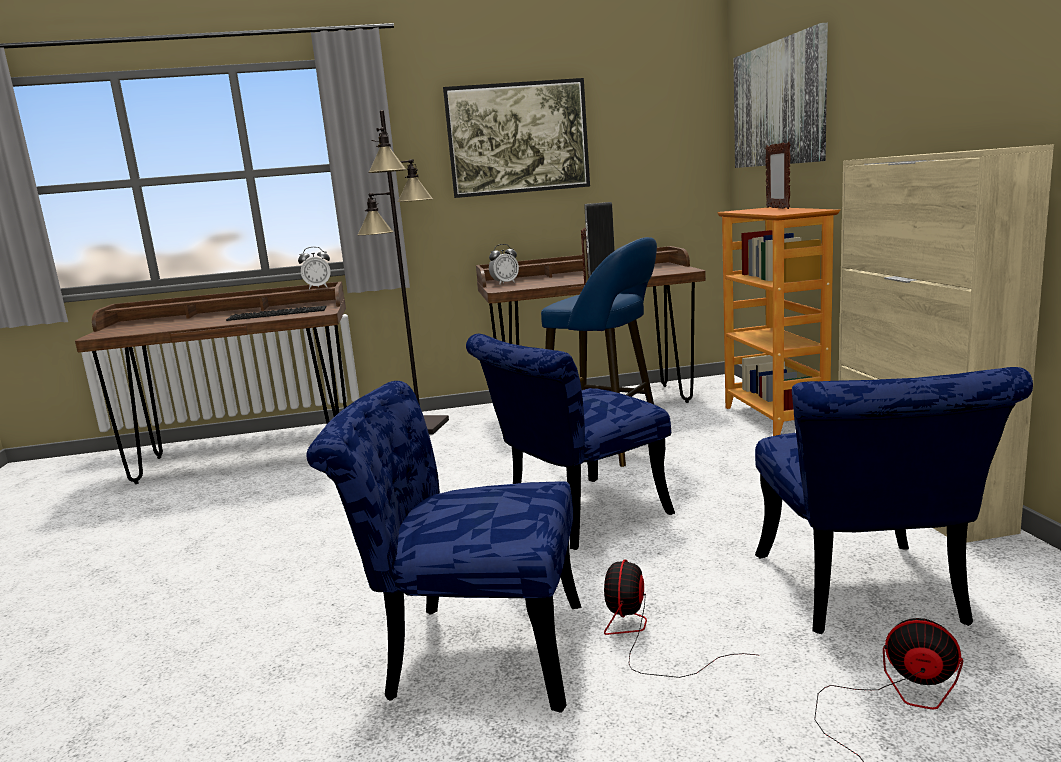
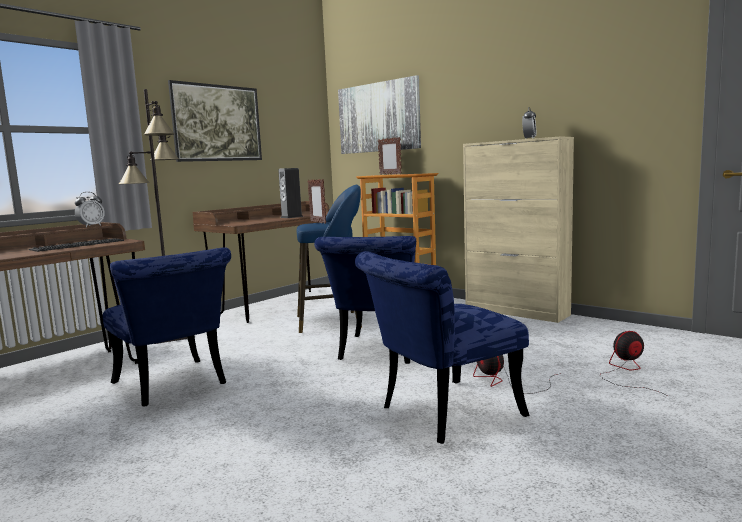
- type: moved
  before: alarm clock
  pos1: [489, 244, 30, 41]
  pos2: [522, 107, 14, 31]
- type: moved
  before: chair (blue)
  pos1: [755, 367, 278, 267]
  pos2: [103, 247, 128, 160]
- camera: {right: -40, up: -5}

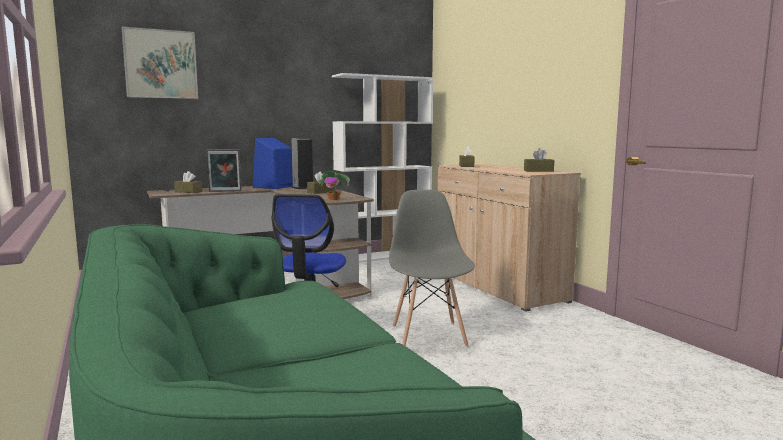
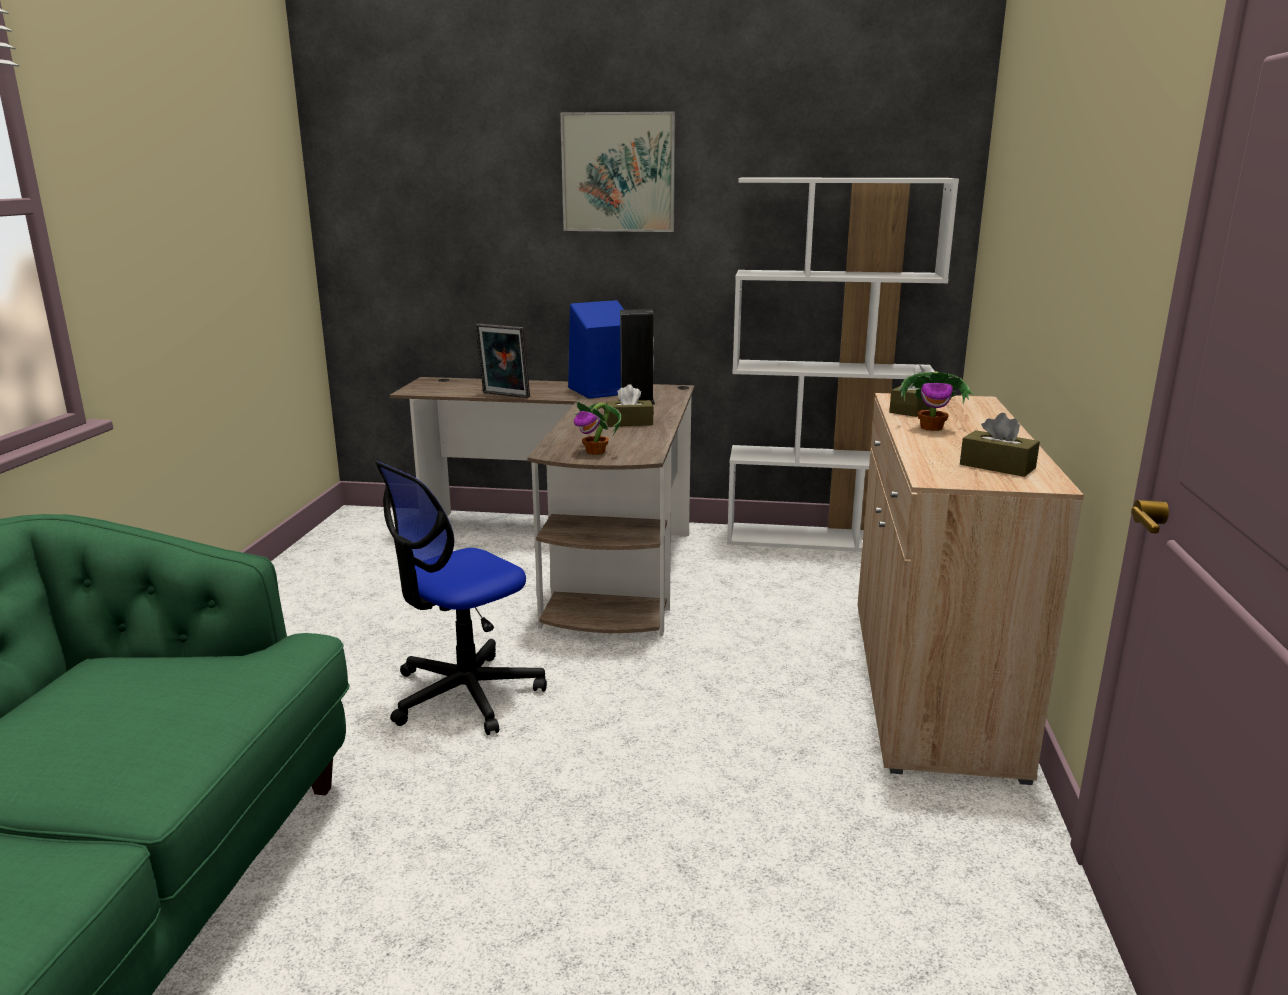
- type: moved
  before: picture
  pos1: [122, 27, 76, 72]
  pos2: [560, 112, 115, 120]
- type: removed
  before: tissue box (brown)
  pos1: [174, 171, 28, 22]
- type: removed
  before: chair (grey)
  pos1: [389, 190, 86, 157]
- type: added
  after: potted plant
  pos2: [899, 371, 74, 60]
- camera: {right: 35, up: 10}

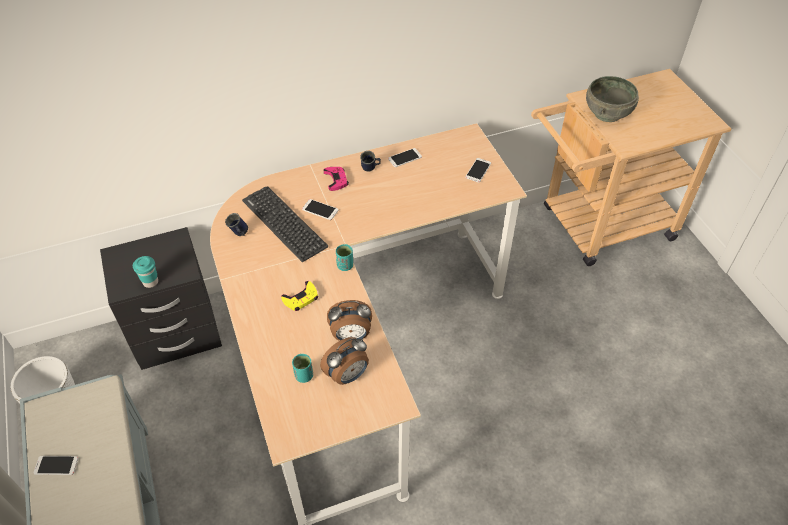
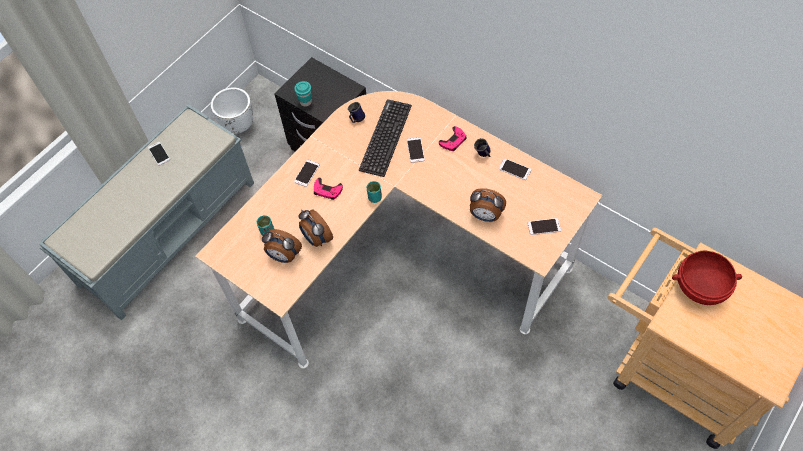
- type: recoloured
  before: bowl (grey)
  after: bowl (red)
  pos1: [586, 76, 53, 46]
  pos2: [672, 251, 70, 54]
- type: recoloured
  before: game controller (yellow)
  after: game controller (pink)
  pos1: [281, 281, 37, 30]
  pos2: [314, 178, 29, 22]
- type: added
  after: phone
  pos2: [294, 160, 26, 27]
- type: added
  after: alarm clock
  pos2: [470, 188, 36, 34]
- camera: {right: 60, up: 10}

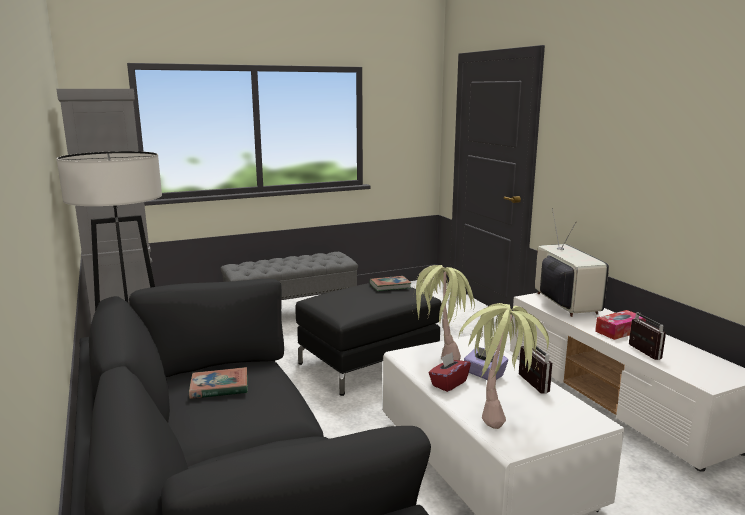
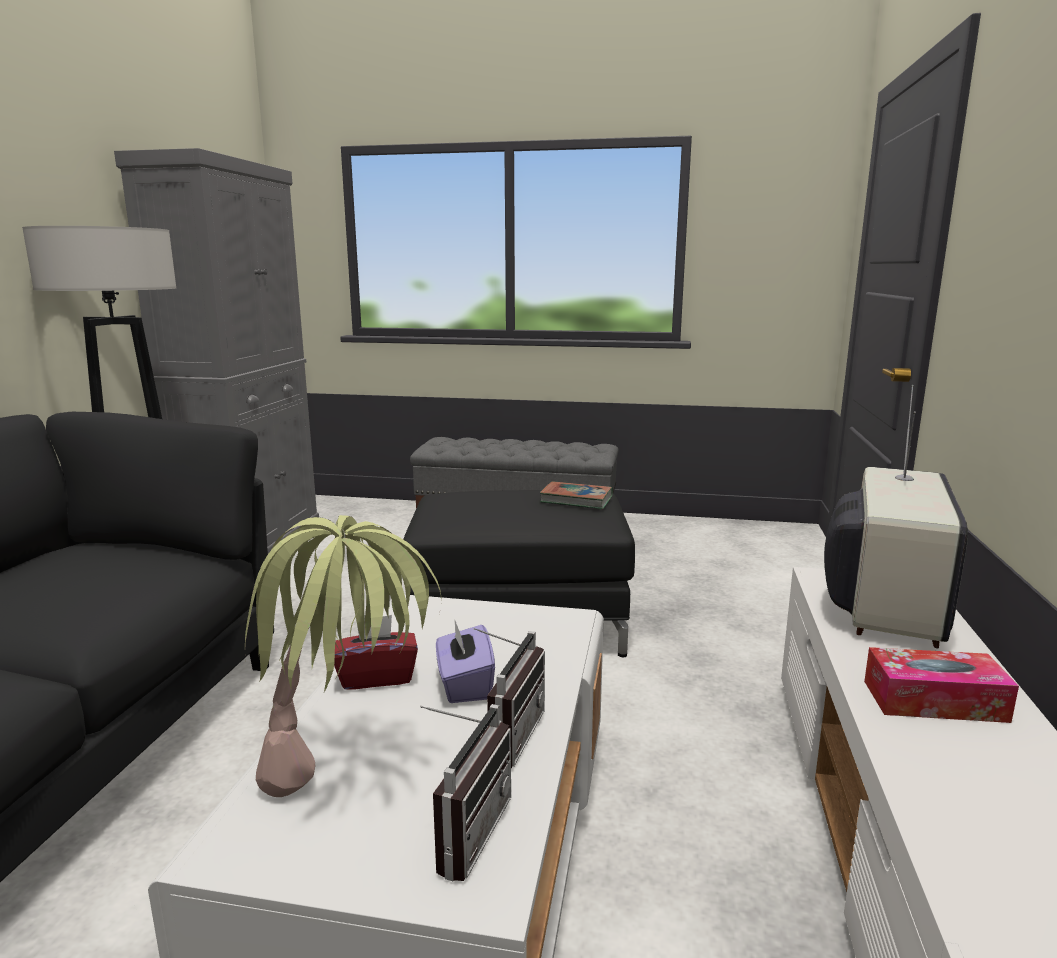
- type: removed
  before: potted plant
  pos1: [412, 265, 63, 95]
- type: moved
  before: radio
  pos1: [629, 312, 37, 48]
  pos2: [420, 704, 91, 177]
- type: removed
  before: book
  pos1: [189, 367, 59, 32]
- camera: {right: 35, up: 0}

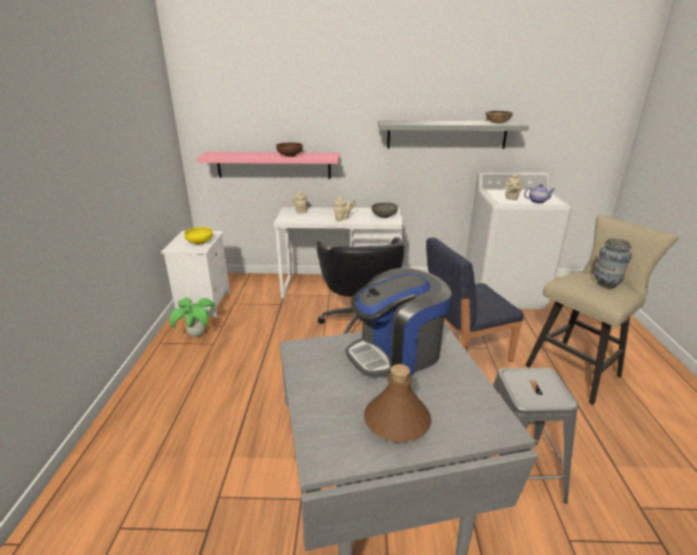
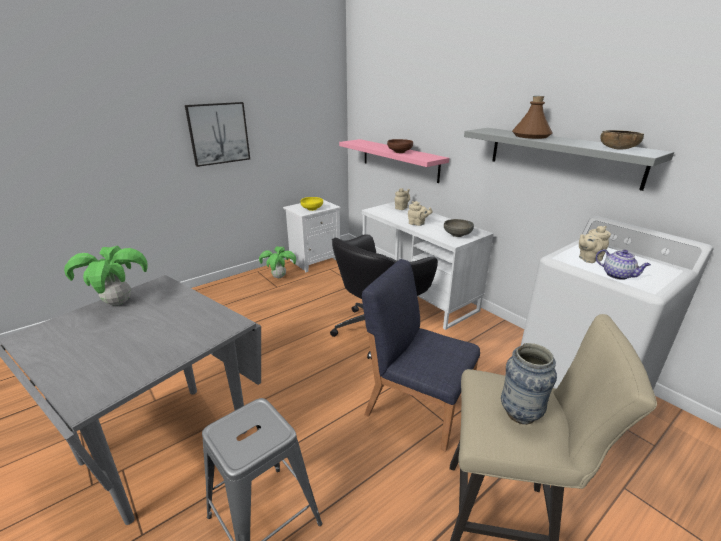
- type: removed
  before: coffee machine
  pos1: [346, 268, 106, 110]
- type: moved
  before: bottle (brown)
  pos1: [364, 364, 67, 78]
  pos2: [512, 96, 40, 43]
- type: added
  after: picture
  pos2: [185, 102, 65, 65]
- type: added
  after: potted plant
  pos2: [64, 246, 84, 59]
- camera: {right: 50, up: 0}

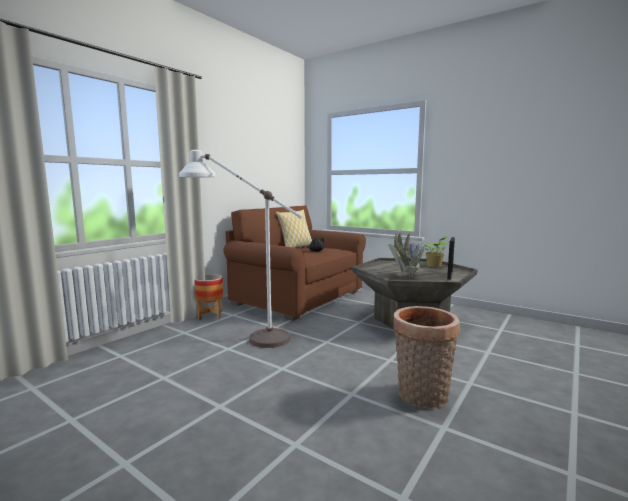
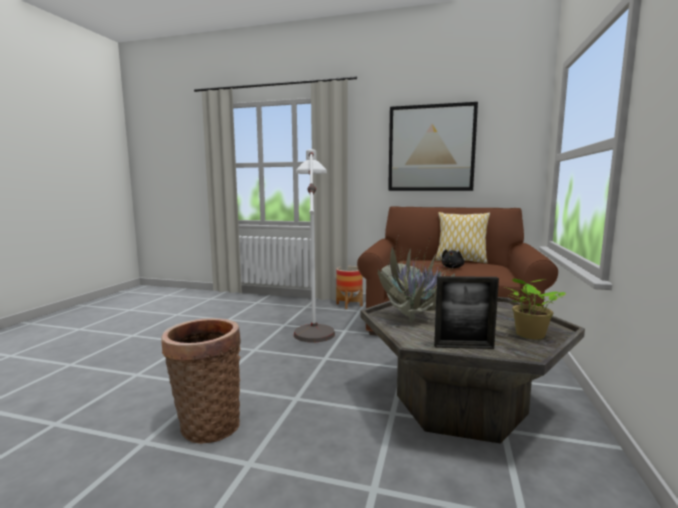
- type: added
  after: picture
  pos2: [388, 102, 90, 89]
- camera: {right: 70, up: 0}

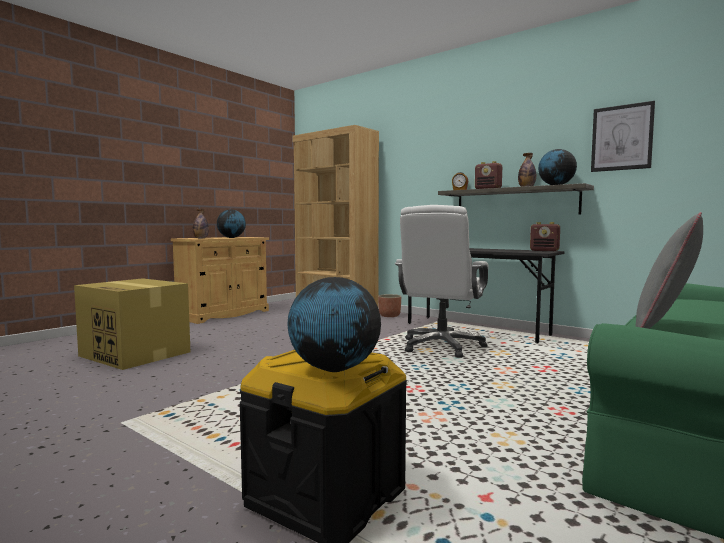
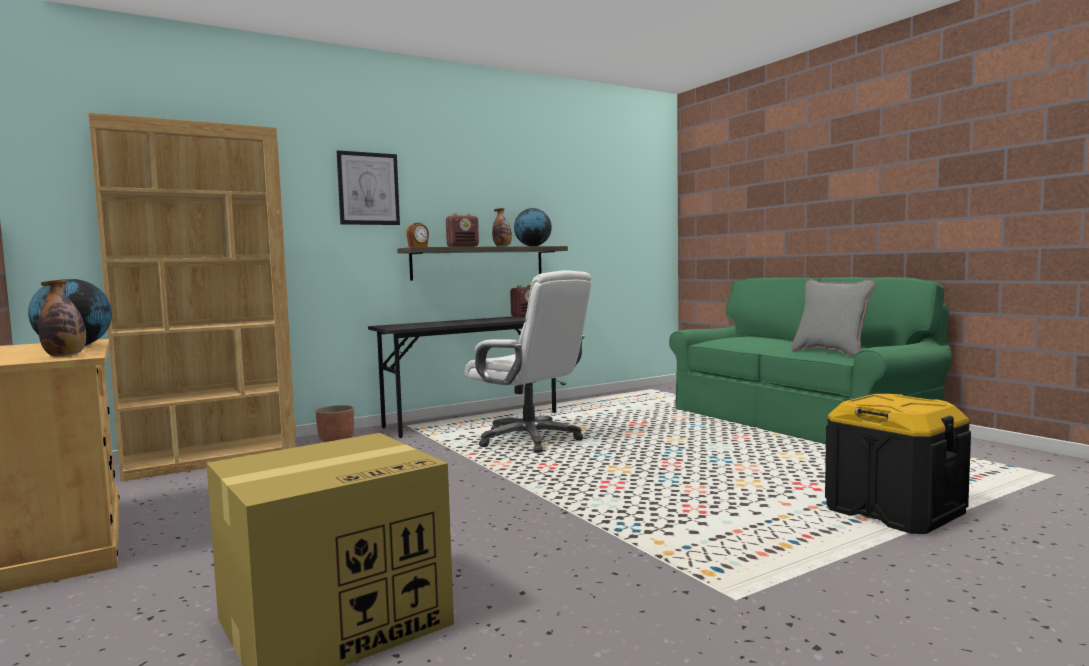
- type: moved
  before: picture
  pos1: [591, 101, 64, 71]
  pos2: [337, 150, 63, 75]
- type: removed
  before: globe
  pos1: [287, 277, 94, 95]
- camera: {right: -70, up: 0}

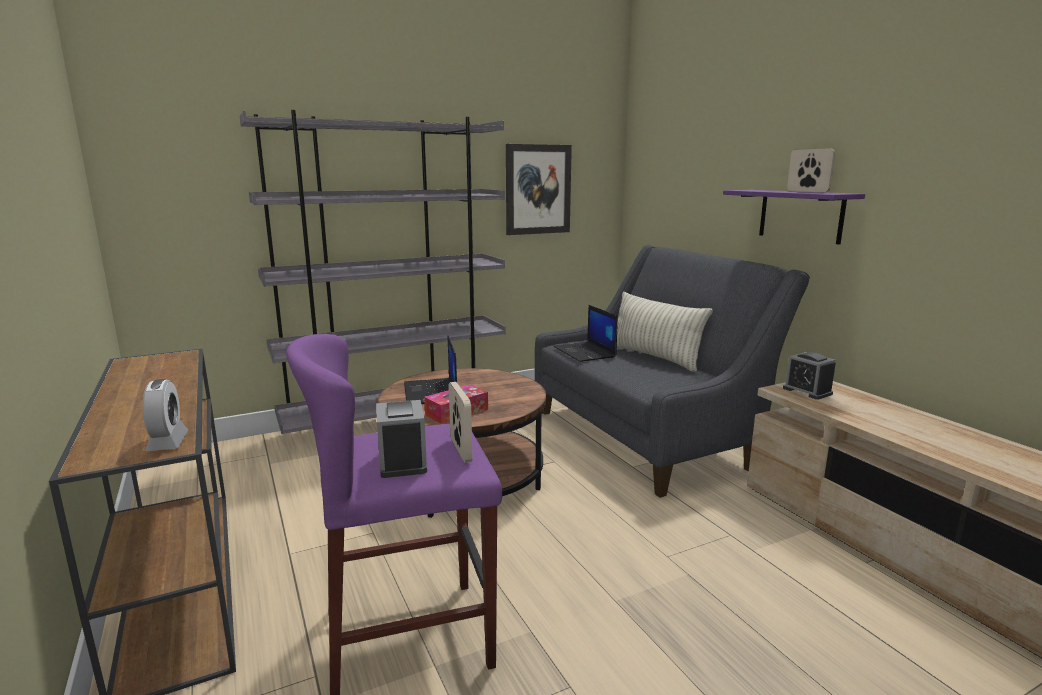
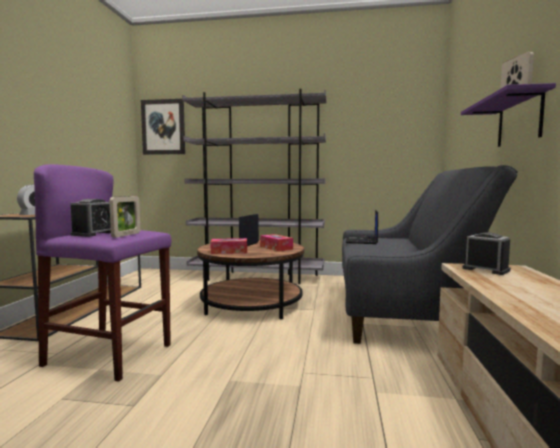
- type: moved
  before: picture
  pos1: [506, 144, 66, 91]
  pos2: [141, 99, 44, 56]
- type: removed
  before: pillow
  pos1: [617, 292, 96, 80]
- type: turned
  before: alarm clock
  pos1: [783, 352, 53, 48]
  pos2: [462, 232, 49, 43]
  turn: 135
- type: added
  after: tissue box
  pos2: [260, 234, 33, 17]
- camera: {right: 35, up: -10}

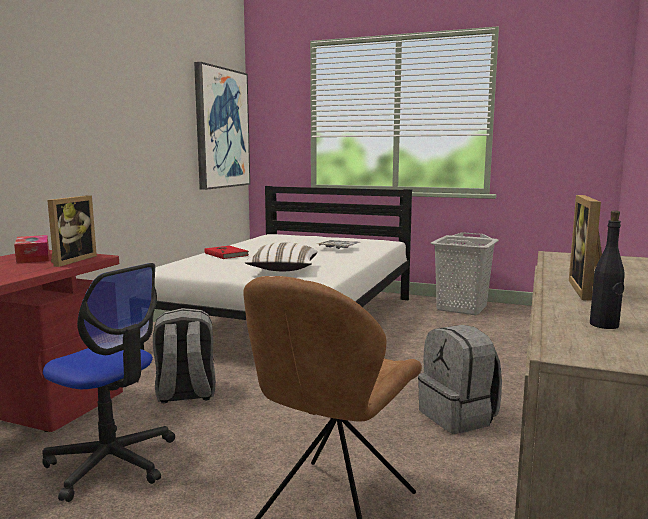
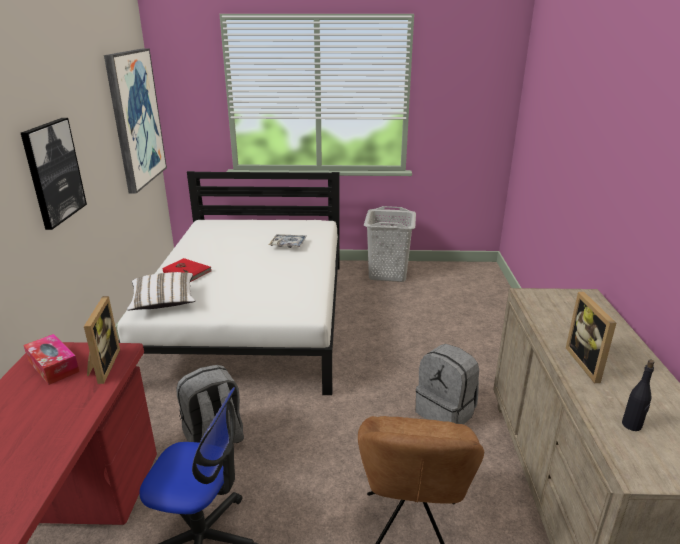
- type: moved
  before: pillow (white)
  pos1: [245, 242, 72, 29]
  pos2: [127, 272, 68, 38]
- type: added
  after: picture
  pos2: [21, 118, 66, 112]
- camera: {right: -20, up: 15}

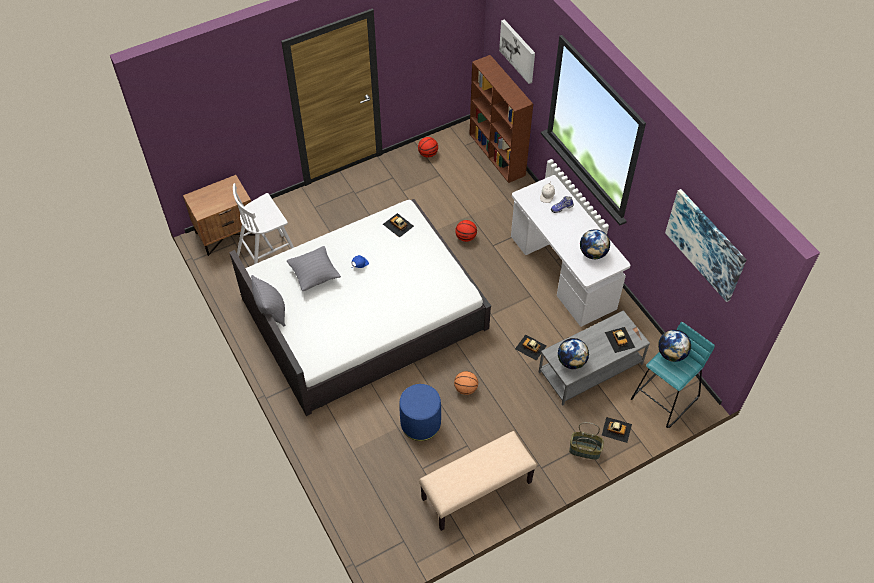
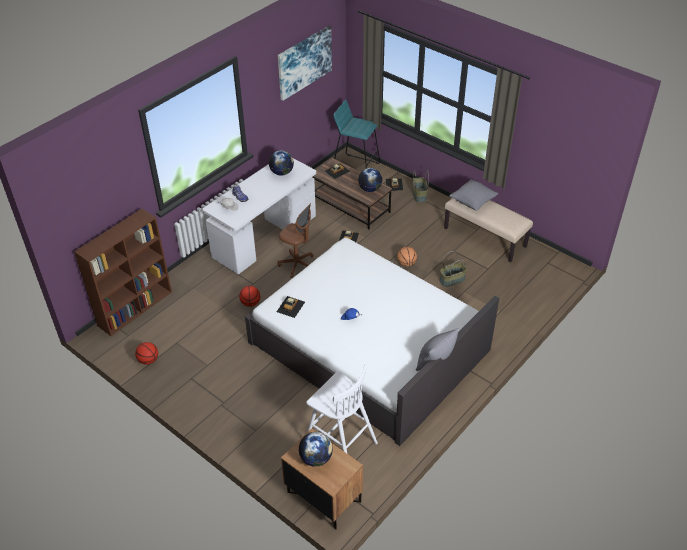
- type: removed
  before: picture
  pos1: [499, 19, 36, 65]
- type: moved
  before: pillow (grey)
  pos1: [287, 246, 54, 45]
  pos2: [449, 179, 49, 32]
- type: recoloured
  before: coffee table (grey)
  after: coffee table (brown)
  pos1: [539, 310, 111, 95]
  pos2: [313, 158, 79, 72]
- type: moved
  before: globe
  pos1: [658, 330, 33, 32]
  pos2: [299, 432, 34, 35]
- type: replaced
  before: ottoman (blue)
  after: basket
  pos1: [400, 384, 41, 57]
  pos2: [440, 251, 27, 36]
- type: added
  after: office chair (brown)
  pos2: [277, 203, 37, 75]
- camera: {right: -110, up: -10}

